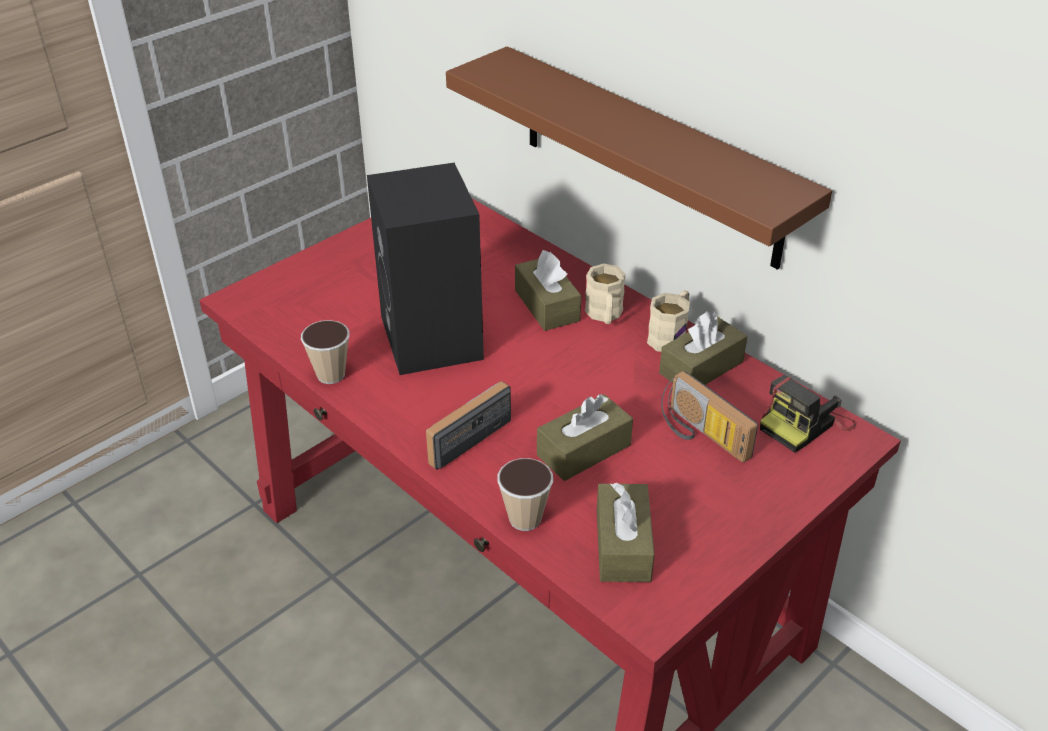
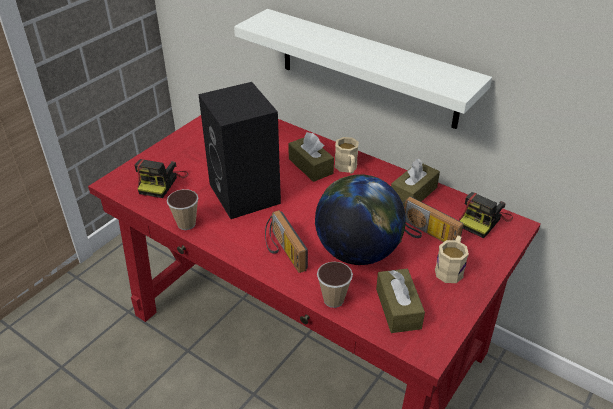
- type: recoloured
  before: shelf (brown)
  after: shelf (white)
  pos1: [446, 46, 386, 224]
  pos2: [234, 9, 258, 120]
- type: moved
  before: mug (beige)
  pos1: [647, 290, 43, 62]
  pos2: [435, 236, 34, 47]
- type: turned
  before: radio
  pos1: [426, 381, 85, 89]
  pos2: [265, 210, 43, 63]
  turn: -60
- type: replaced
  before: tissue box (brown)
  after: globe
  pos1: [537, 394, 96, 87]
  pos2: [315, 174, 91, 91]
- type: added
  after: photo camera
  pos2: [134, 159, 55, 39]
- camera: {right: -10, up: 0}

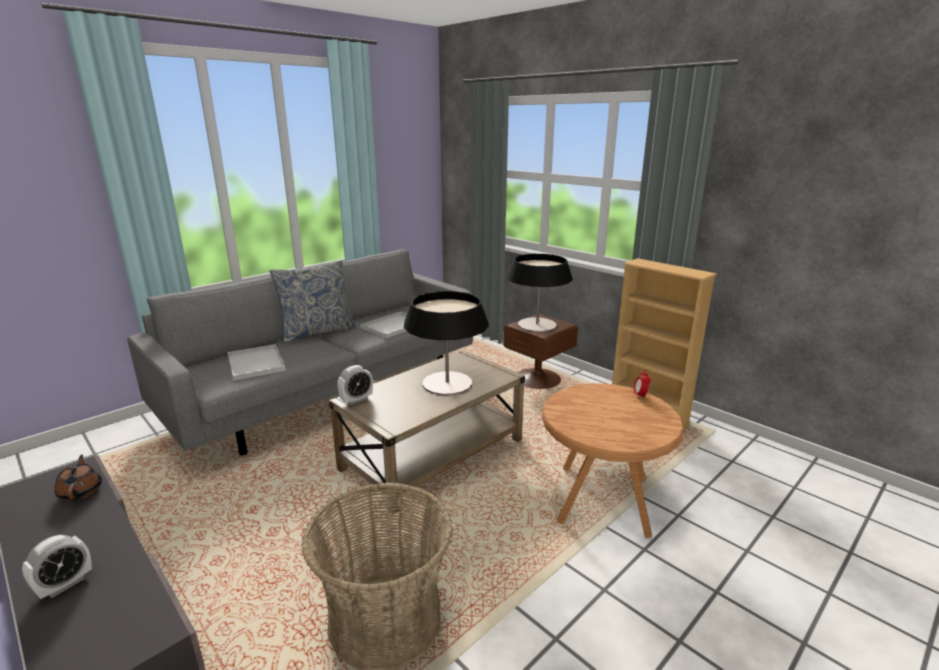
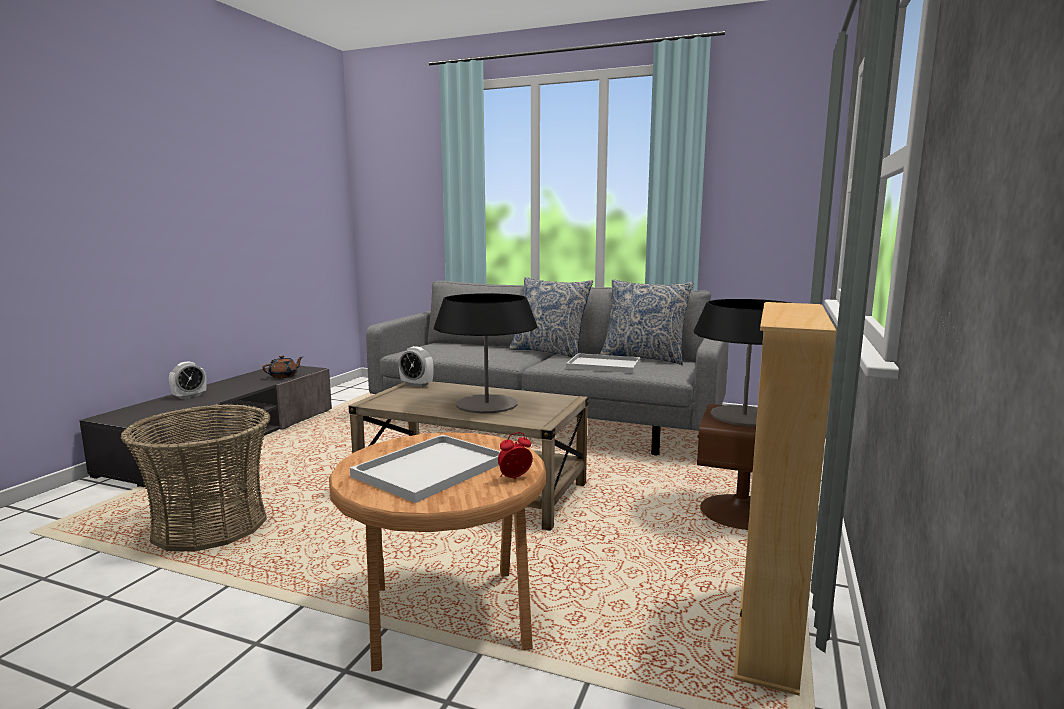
- type: moved
  before: tray (white)
  pos1: [228, 344, 58, 36]
  pos2: [350, 435, 150, 68]
- type: turned
  before: alarm clock
  pos1: [22, 535, 70, 64]
  pos2: [169, 361, 38, 38]
  turn: -60
- type: added
  after: pillow
  pos2: [600, 279, 93, 86]
- camera: {right: 65, up: -10}

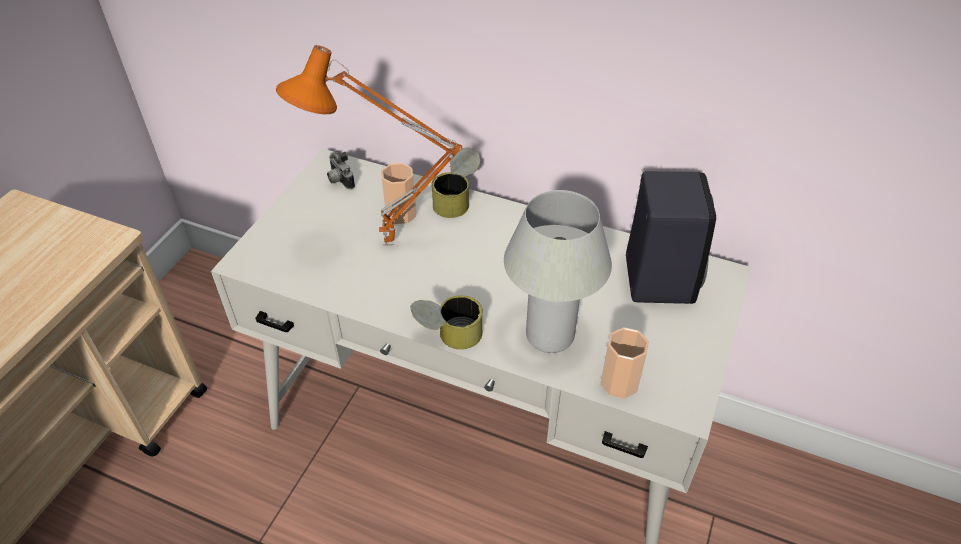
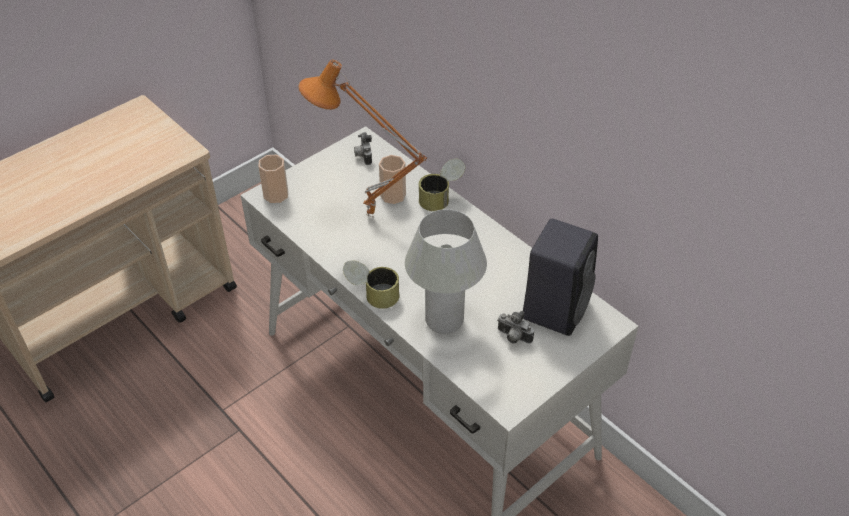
- type: moved
  before: cup
  pos1: [601, 327, 48, 72]
  pos2: [258, 155, 30, 48]
- type: added
  after: photo camera
  pos2: [497, 311, 37, 33]
- camera: {right: 25, up: 0}

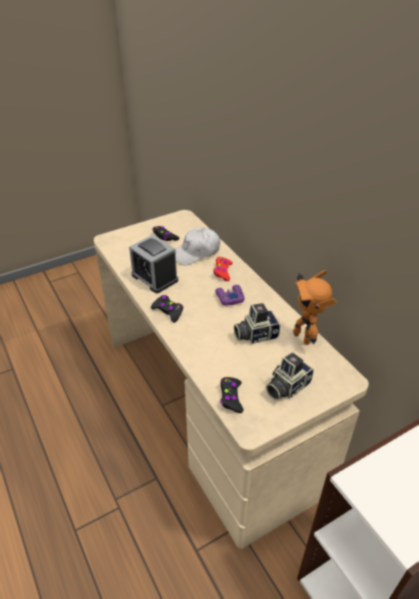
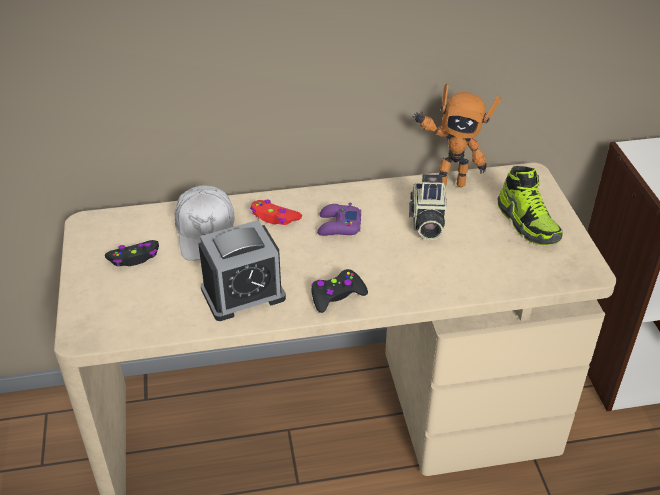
- type: replaced
  before: photo camera
  after: shoe
  pos1: [266, 353, 48, 48]
  pos2: [498, 166, 65, 79]
- type: removed
  before: game controller (black)
  pos1: [220, 377, 23, 36]
- camera: {right: -70, up: 0}

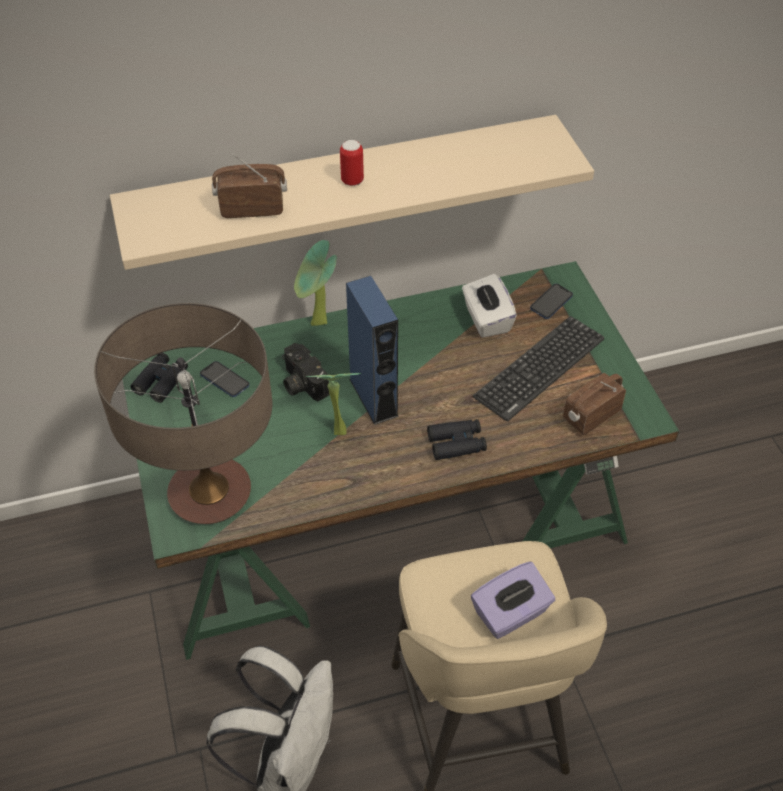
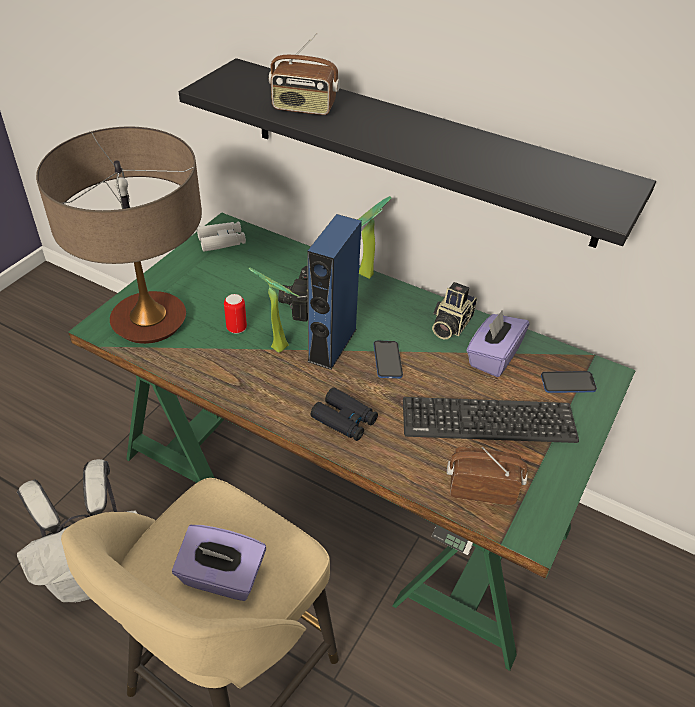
- type: recoloured
  before: shelf (beige)
  after: shelf (black)
  pos1: [110, 115, 484, 155]
  pos2: [179, 58, 477, 190]
- type: moved
  before: can
  pos1: [340, 140, 24, 46]
  pos2: [224, 294, 23, 40]
- type: turned
  before: radio
  pos1: [212, 154, 75, 64]
  pos2: [269, 33, 71, 82]
  turn: 150
- type: recoloured
  before: tissue box (white)
  after: tissue box (purple)
  pos1: [462, 274, 55, 64]
  pos2: [466, 310, 63, 67]
- type: recoloured
  before: binoculars (black)
  after: binoculars (white)
  pos1: [130, 352, 58, 51]
  pos2: [197, 222, 49, 30]
- type: moved
  before: phone
  pos1: [200, 361, 50, 36]
  pos2: [373, 341, 30, 37]
- type: added
  after: photo camera
  pos2: [432, 282, 45, 57]
- camera: {right: 45, up: -5}

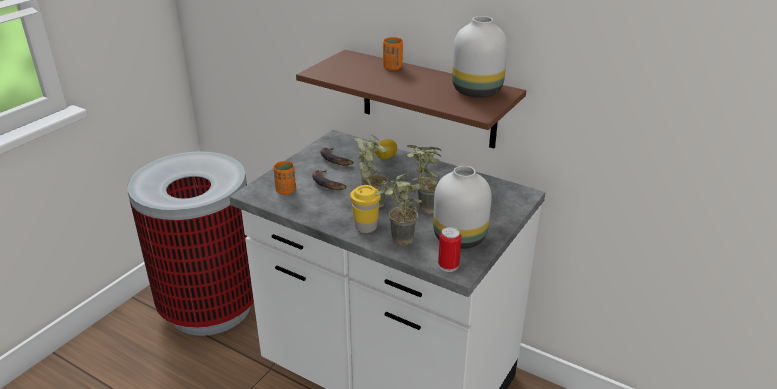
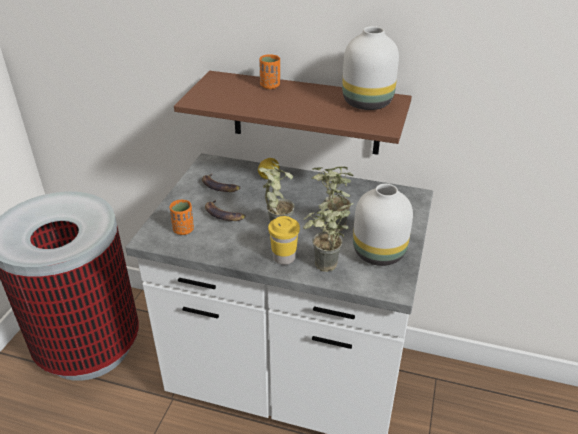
- type: removed
  before: can
  pos1: [438, 227, 23, 45]
- camera: {right: -15, up: 5}

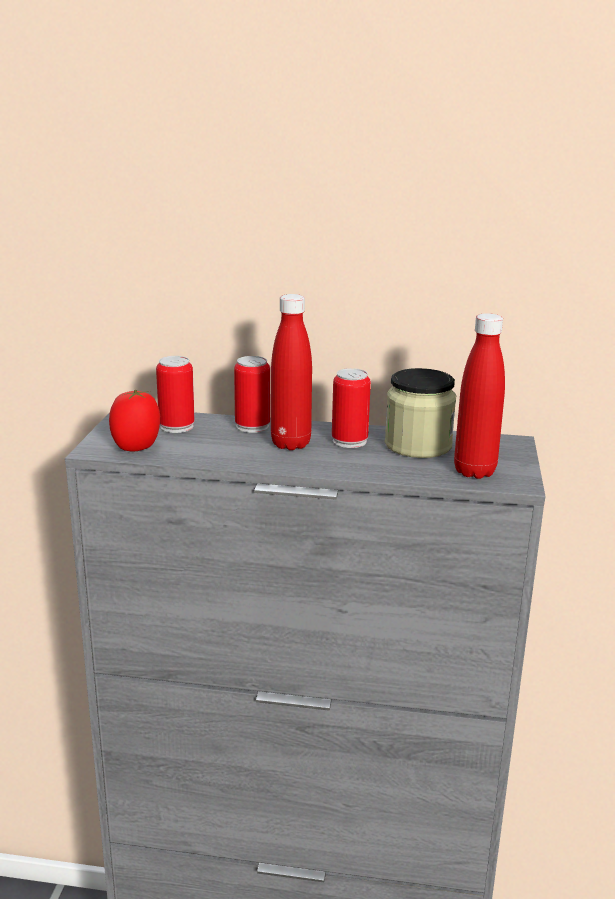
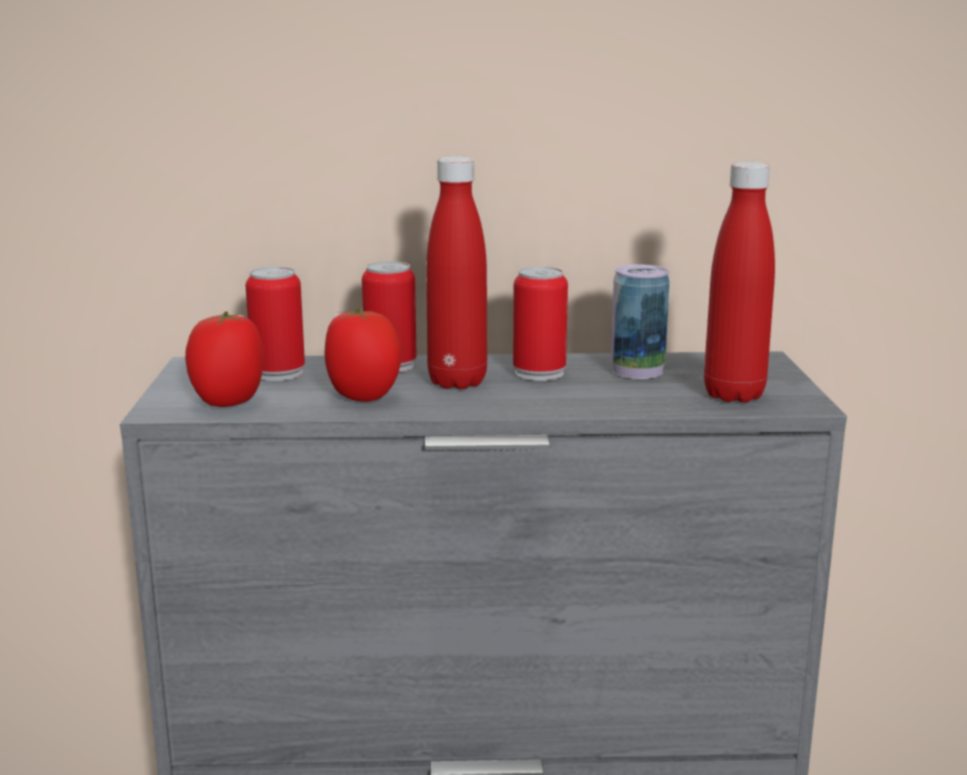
- type: replaced
  before: jar
  after: can
  pos1: [385, 368, 71, 90]
  pos2: [611, 264, 59, 115]
- type: added
  after: tomato
  pos2: [325, 308, 76, 94]
- camera: {right: -10, up: -5}

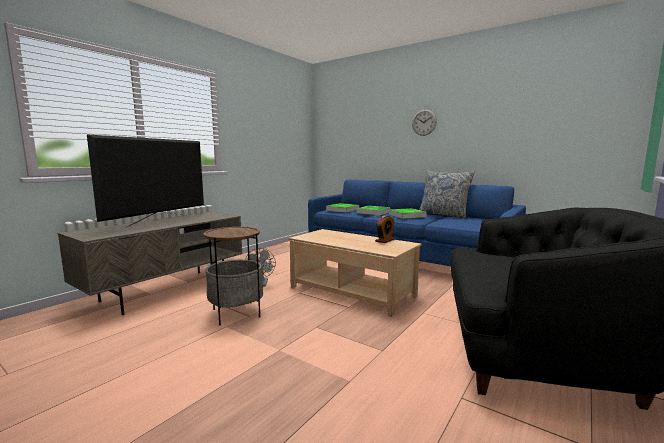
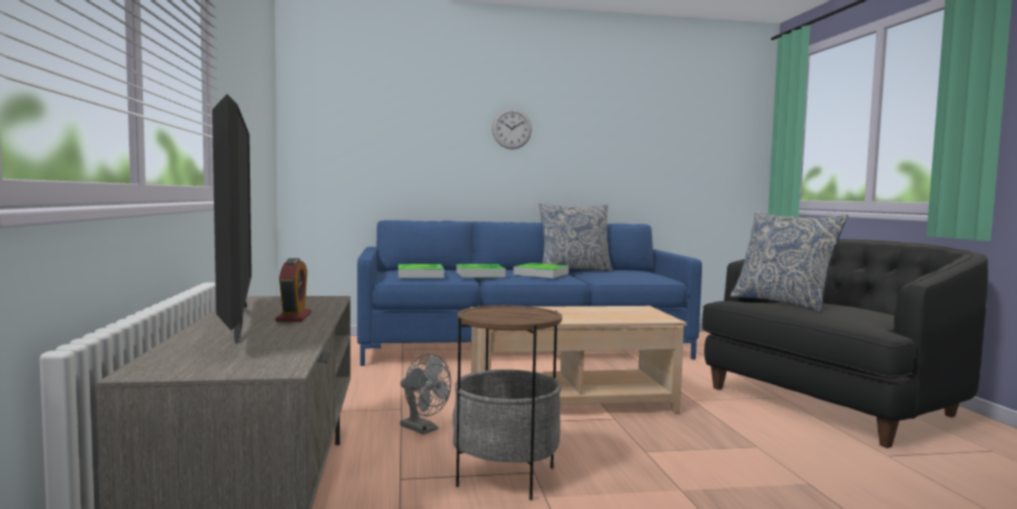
- type: moved
  before: alarm clock
  pos1: [375, 215, 20, 28]
  pos2: [275, 258, 37, 64]
- type: added
  after: pillow
  pos2: [730, 212, 118, 101]
- camera: {right: -45, up: -5}

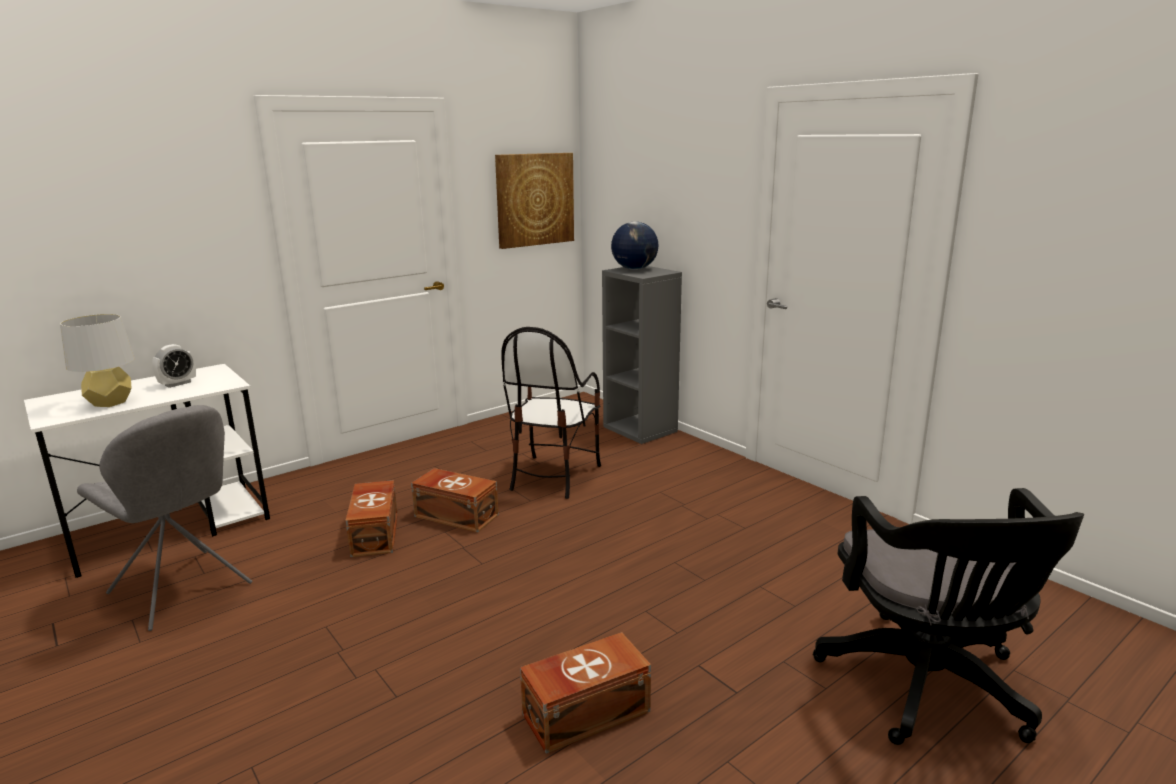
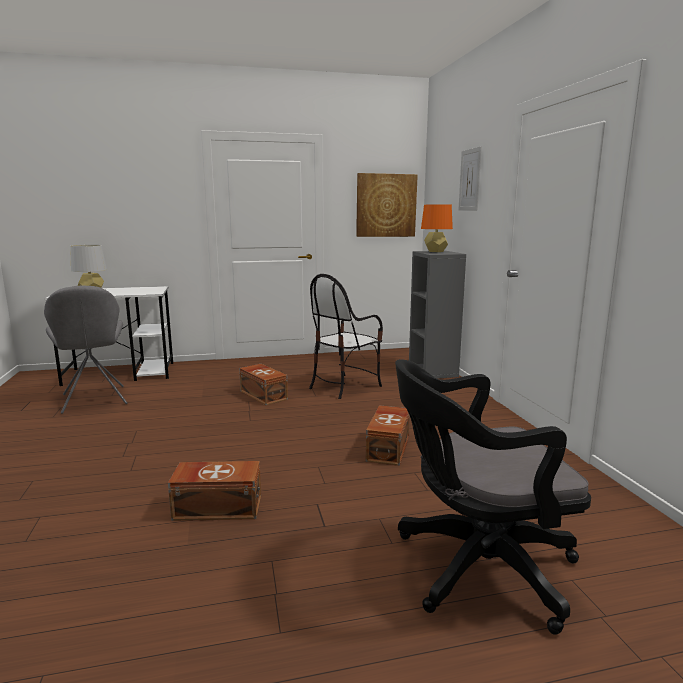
- type: replaced
  before: globe
  after: table lamp (orange)
  pos1: [611, 222, 48, 48]
  pos2: [421, 204, 32, 48]
- type: removed
  before: alarm clock
  pos1: [152, 344, 44, 44]
- type: moved
  before: storage box (brown)
  pos1: [345, 480, 53, 77]
  pos2: [366, 405, 44, 61]
- type: turned
  before: office chair (black)
  pos1: [813, 488, 271, 257]
  pos2: [395, 359, 196, 276]
  turn: 60
- type: added
  after: picture
  pos2: [458, 146, 24, 65]
- camera: {right: 25, up: -5}

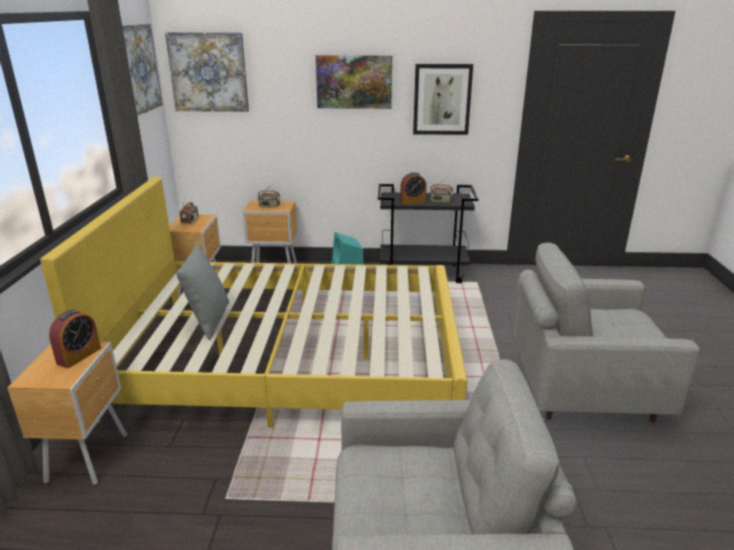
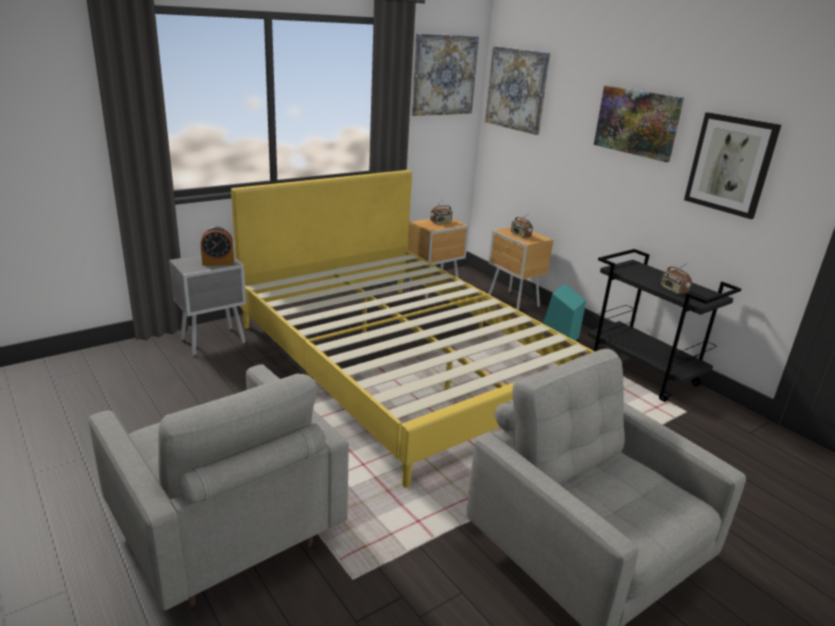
- type: removed
  before: alarm clock
  pos1: [400, 172, 27, 33]
- type: removed
  before: pillow (grey)
  pos1: [176, 243, 53, 97]
- type: recoloured
  before: nightstand (brown)
  after: nightstand (grey)
  pos1: [7, 342, 120, 143]
  pos2: [169, 255, 77, 101]
- camera: {right: 50, up: 0}

